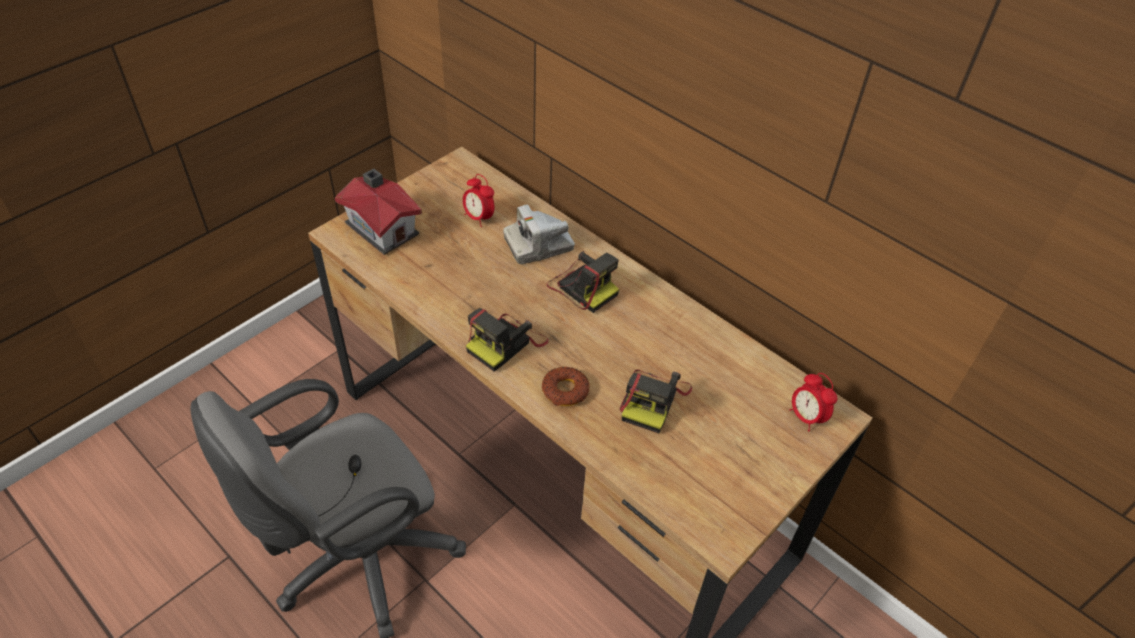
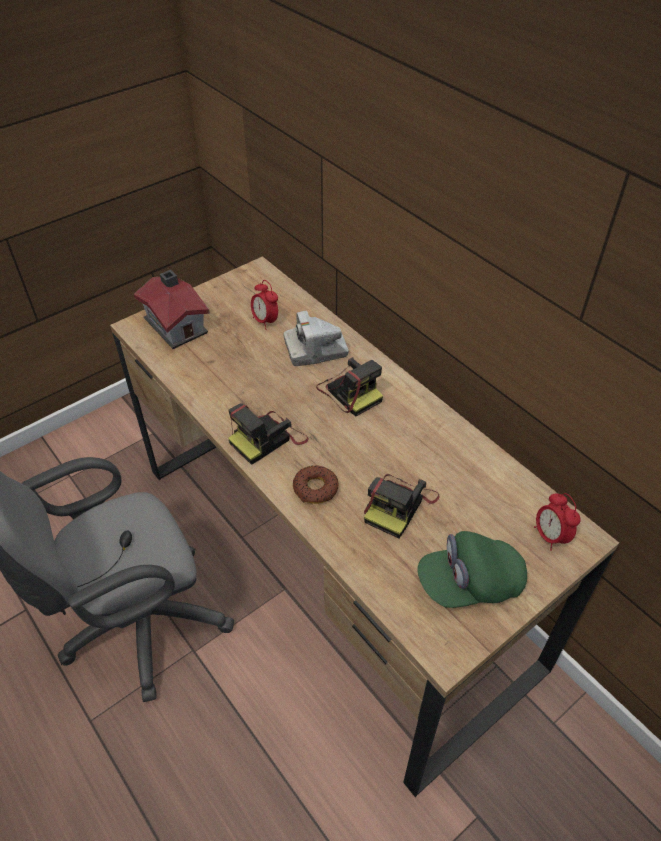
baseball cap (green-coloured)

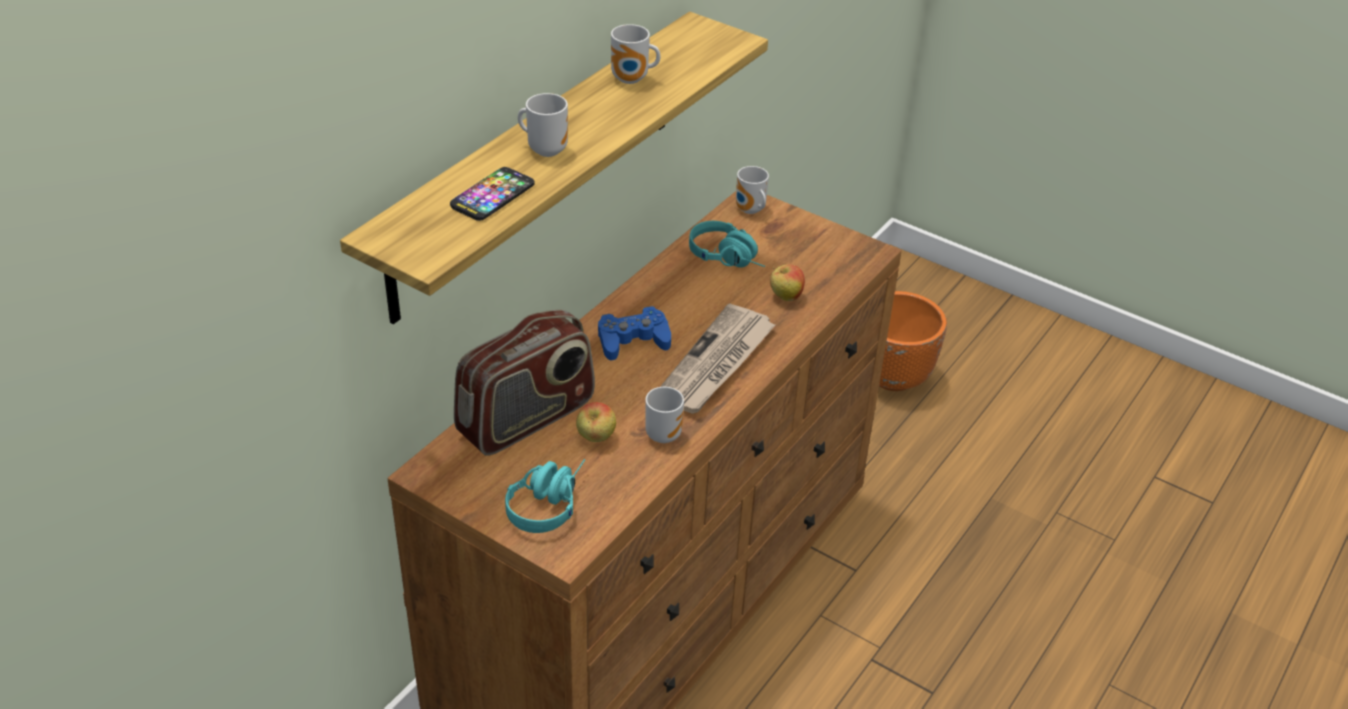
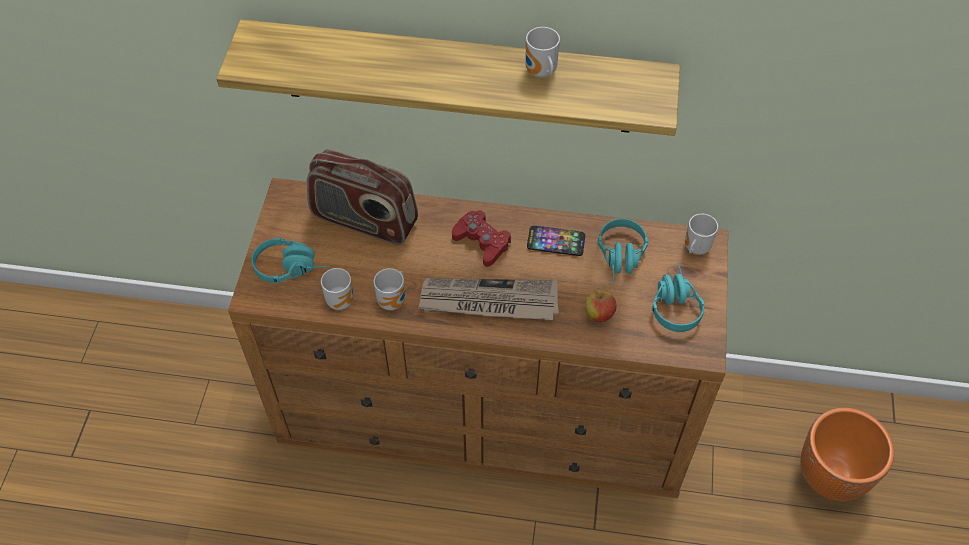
apple fruit (no. 1 from left in the first image)
headset (turquoise-coloured) (no. 3 from left)
handset
mug (no. 1 from left)
joypad (red-coloured)

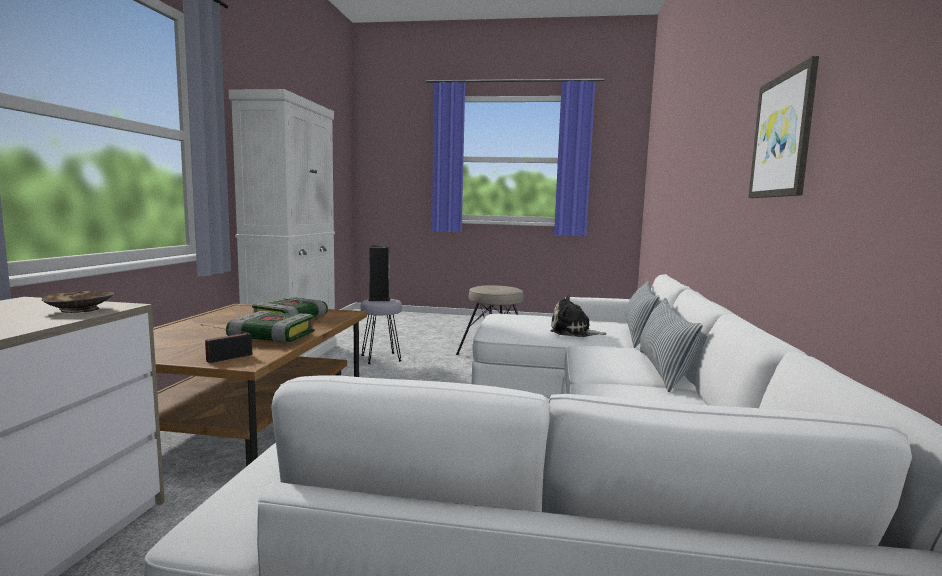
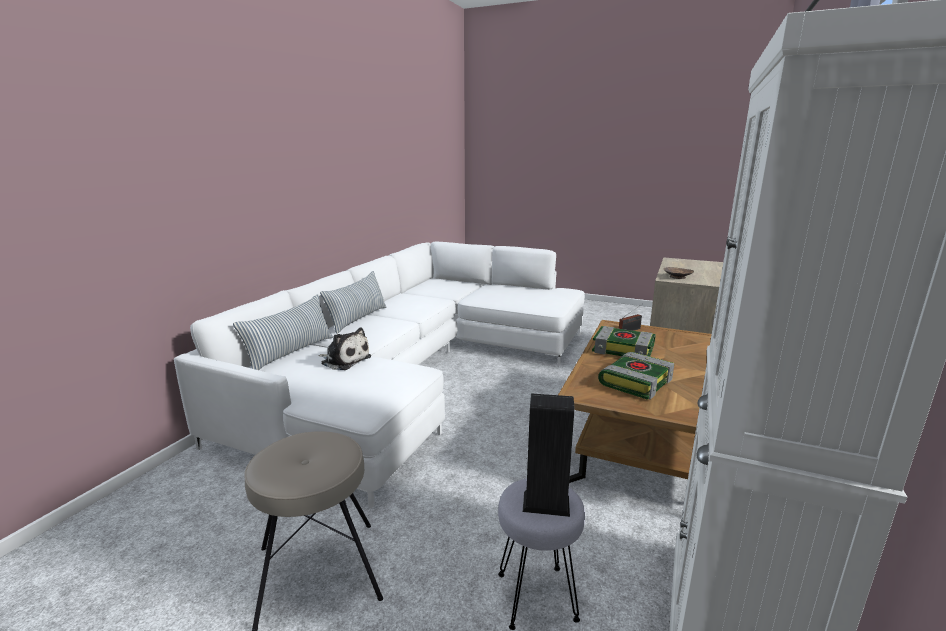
wall picture

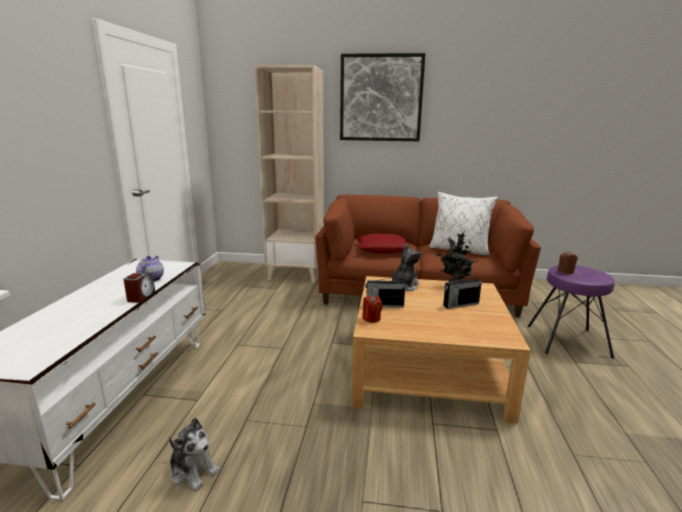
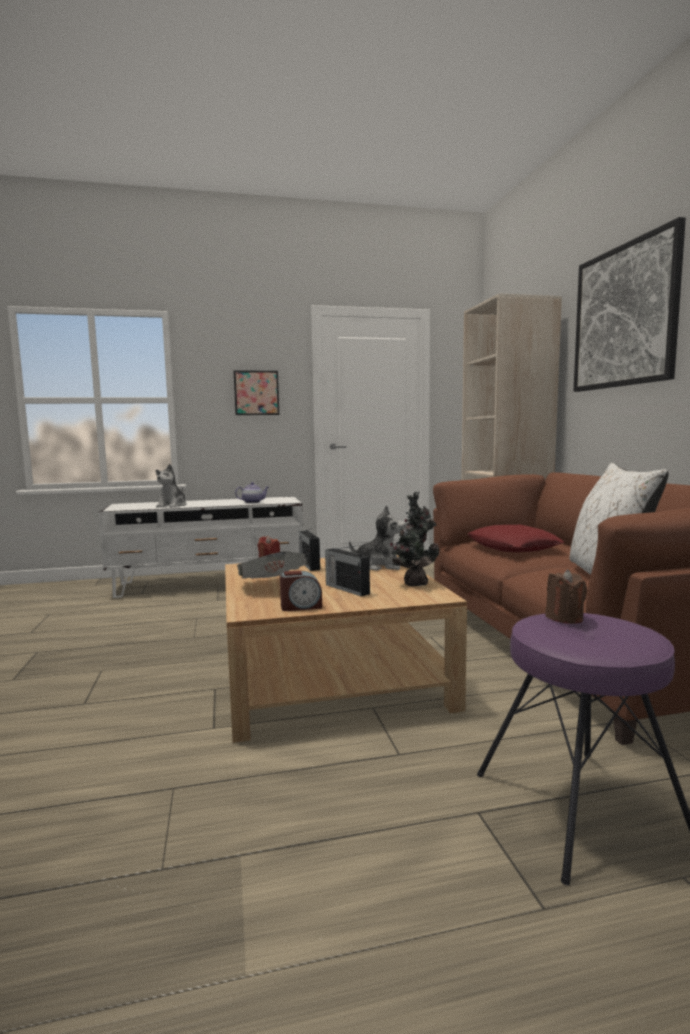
wall picture (no. 1 from left)
newspaper
table clock
cuddly toy (no. 1 from left)

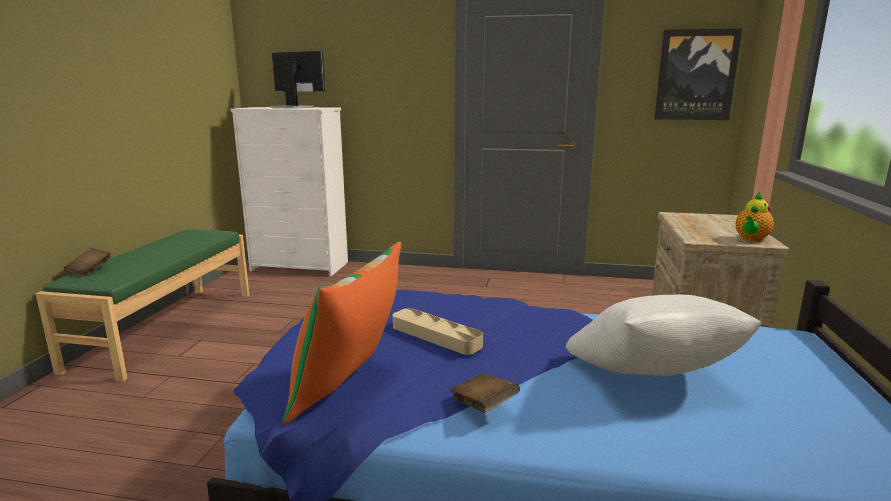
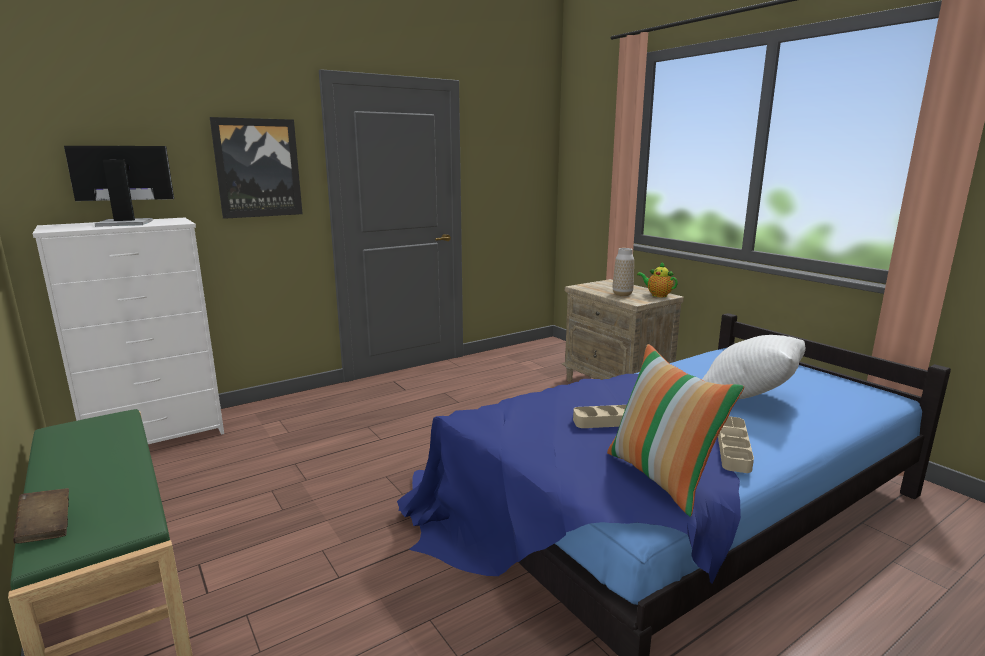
vase
wall picture
carrying tray (beige-coloured) (no. 2 from left)
tea pot

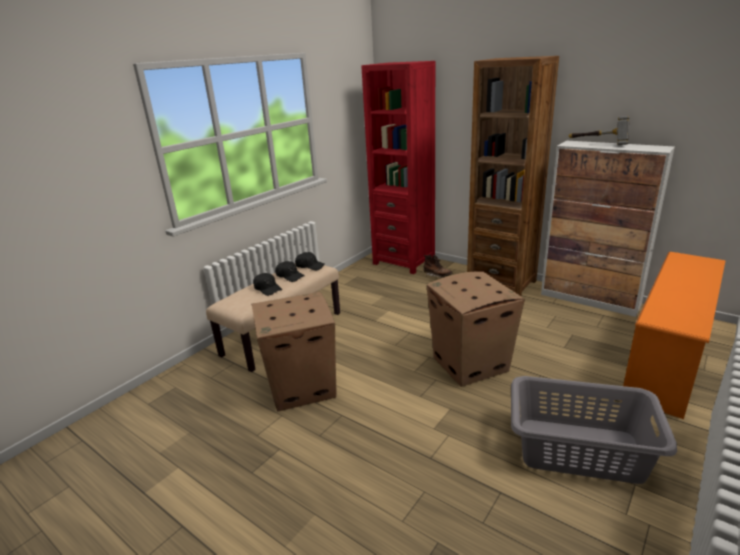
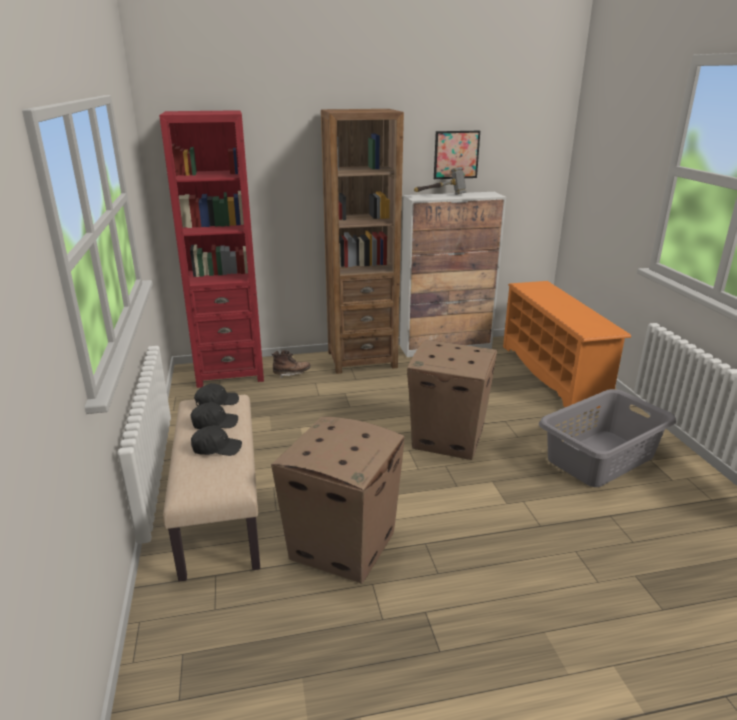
wall picture

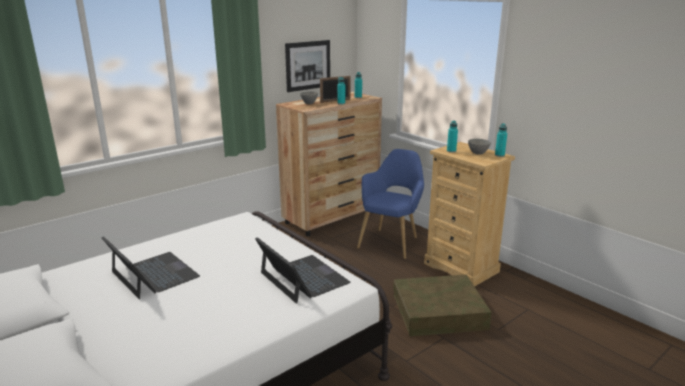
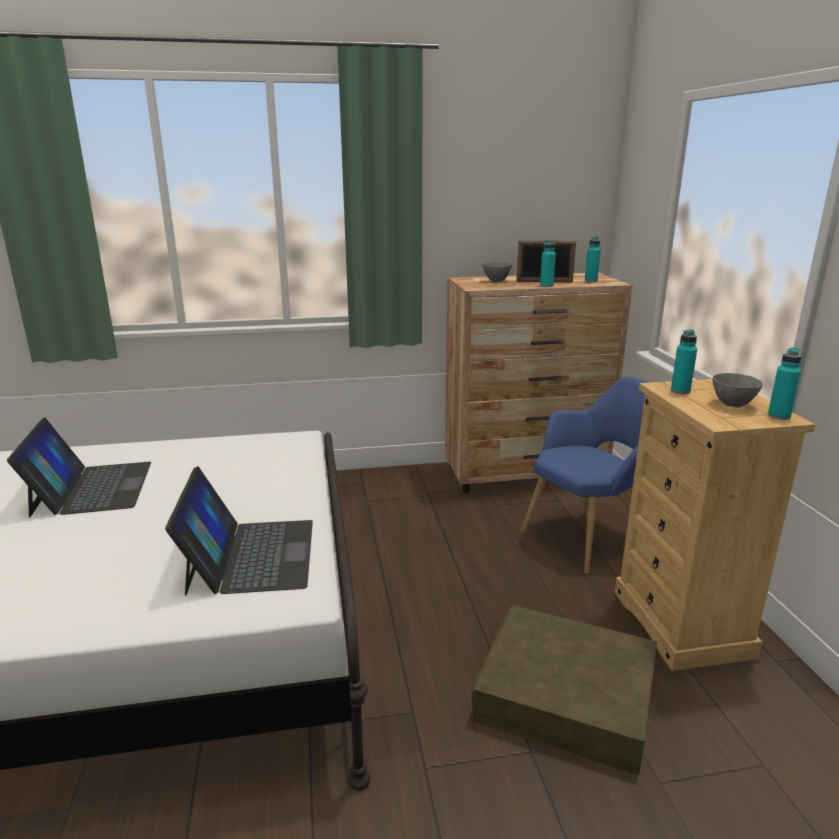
wall picture

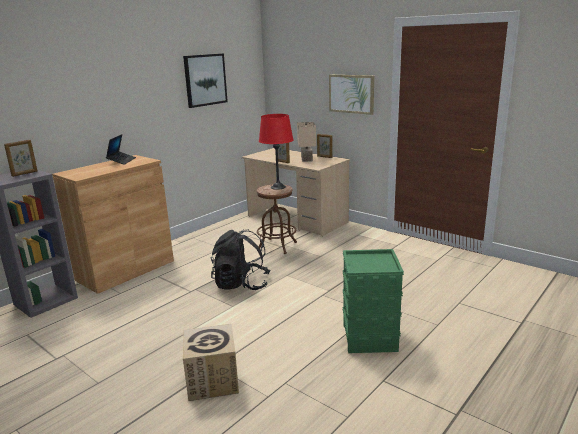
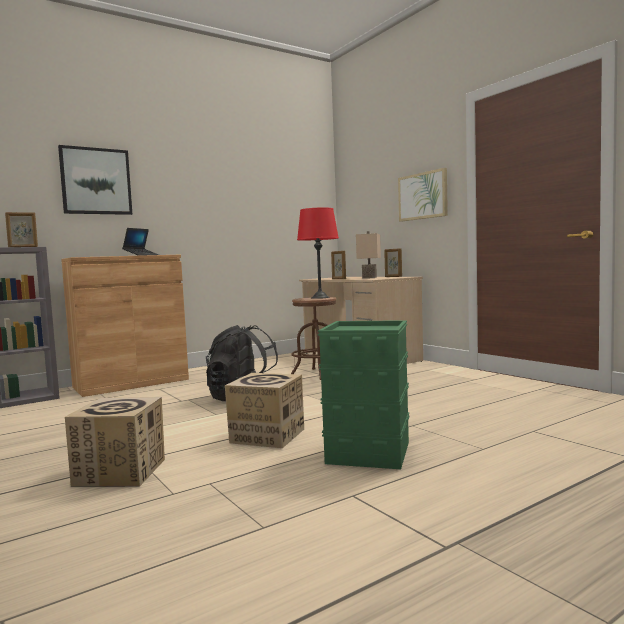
cardboard box (no. 2 from left)
wall picture (no. 1 from left)

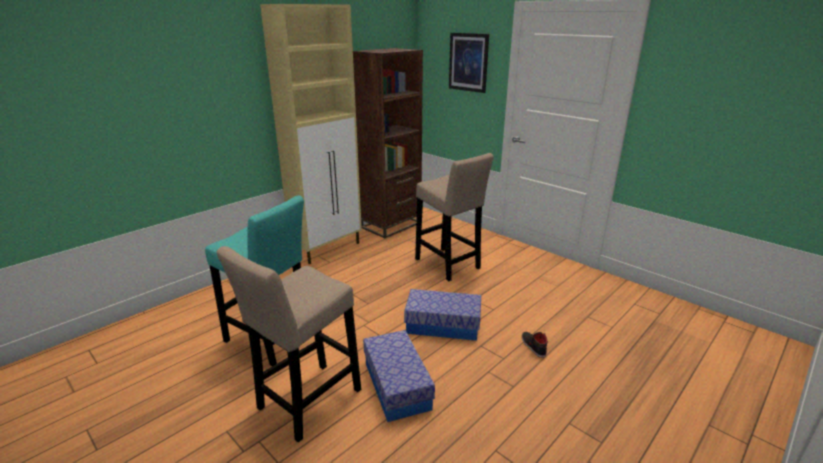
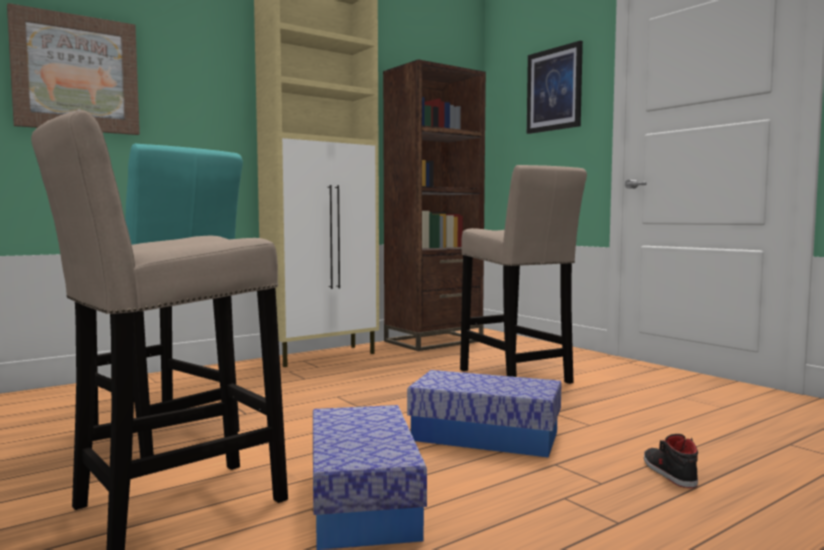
wall picture (no. 1 from left)

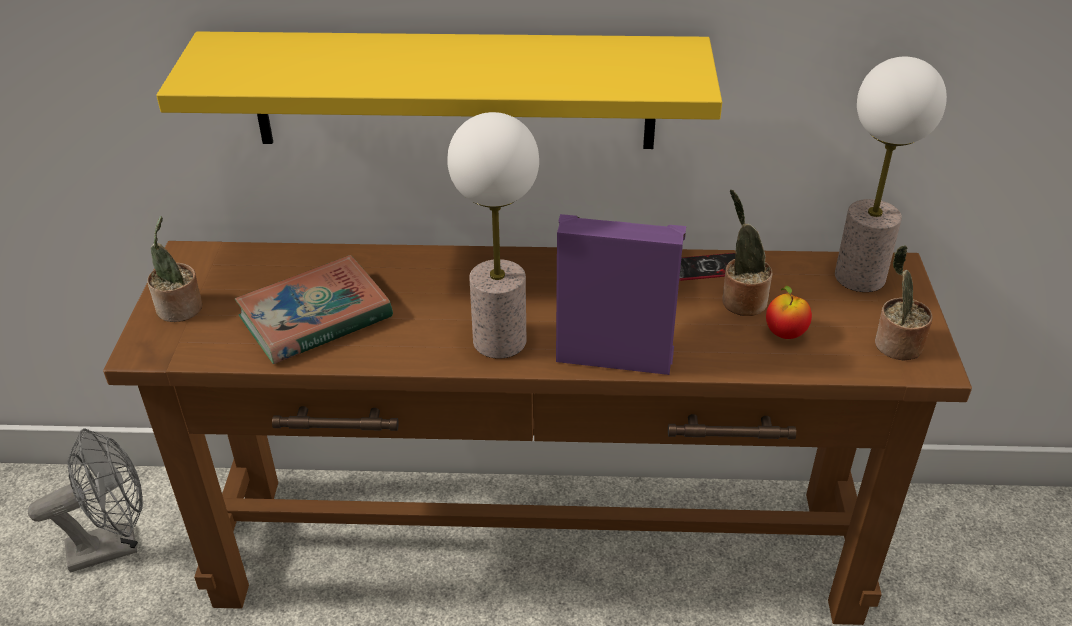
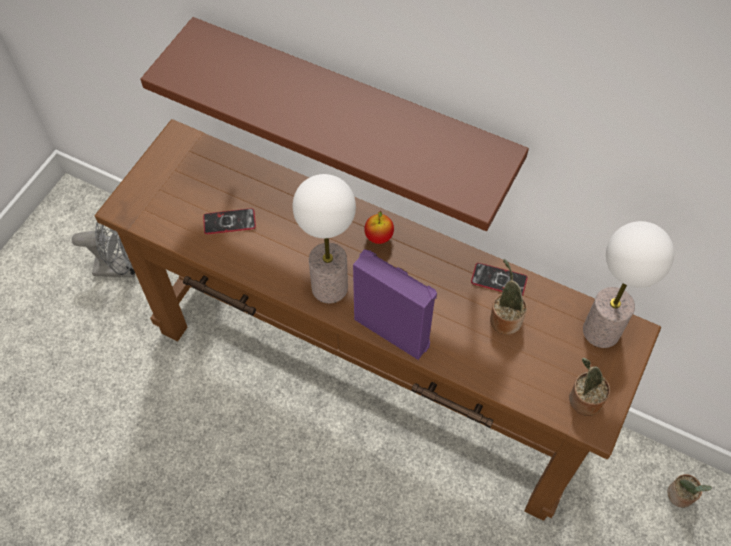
houseplant (no. 3 from left)
apple fruit
handset (no. 1 from left)
wall shelf (brownish)

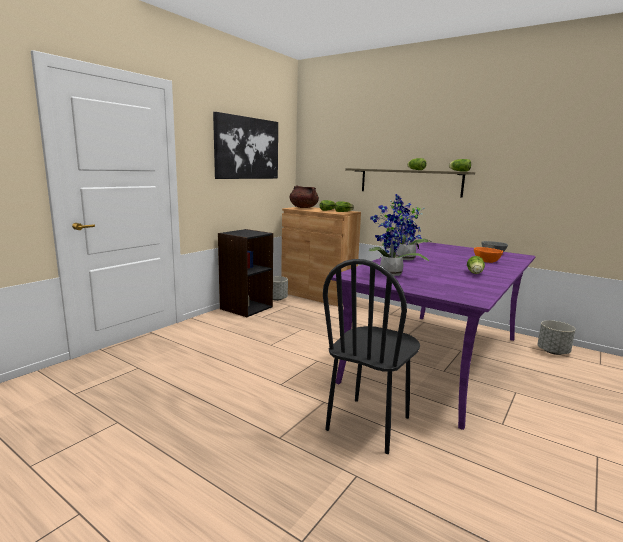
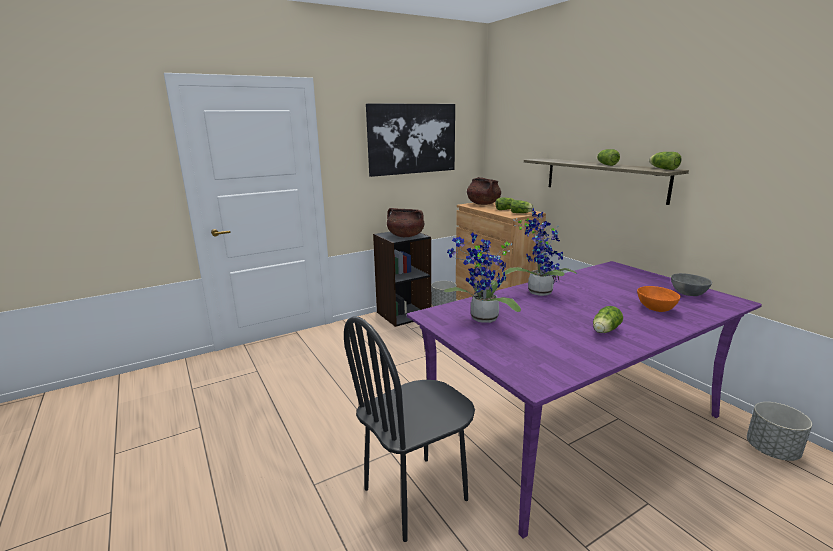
saucepot (brownish) (no. 1 from left)

